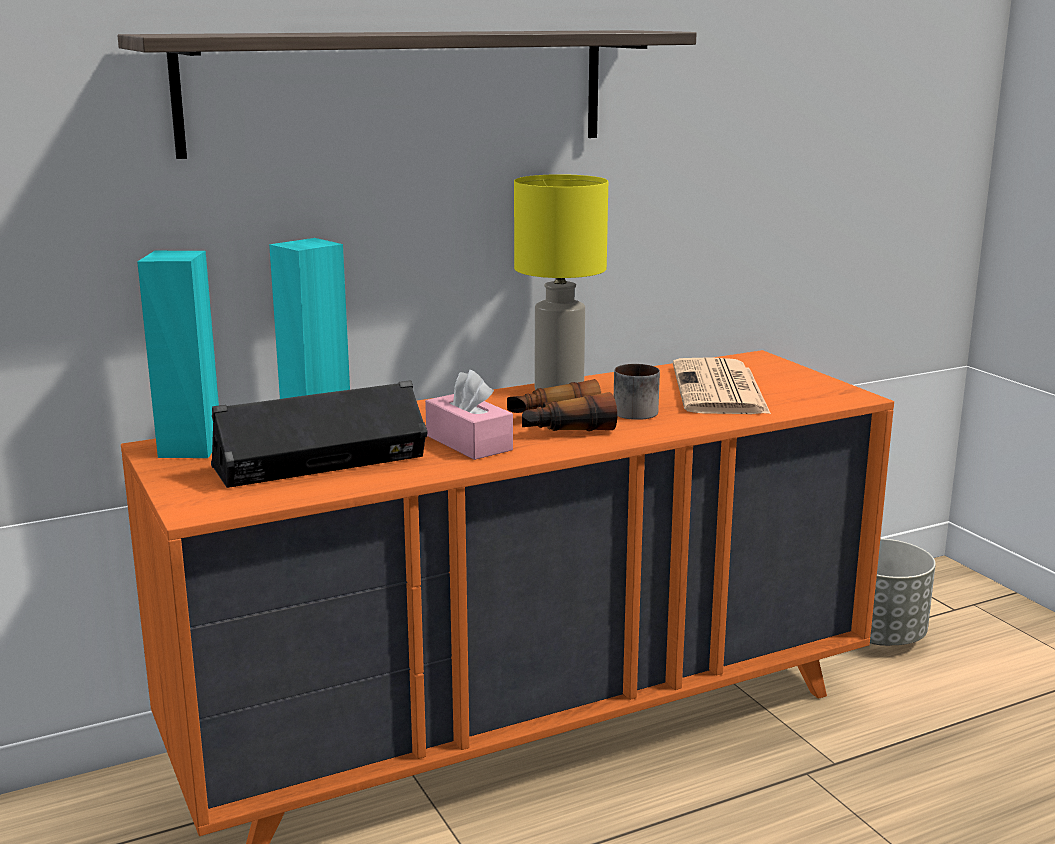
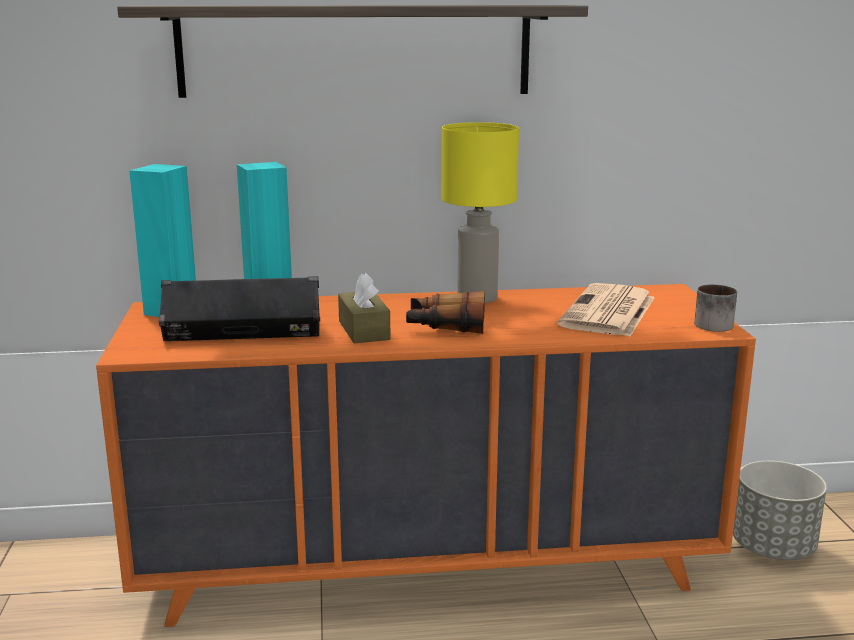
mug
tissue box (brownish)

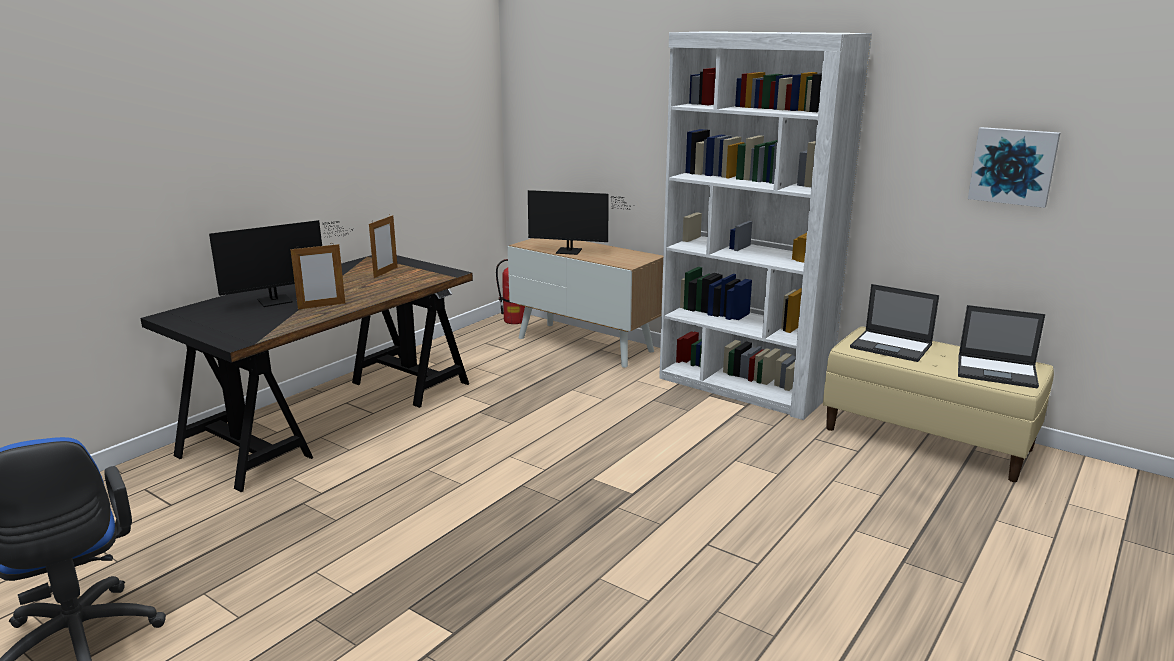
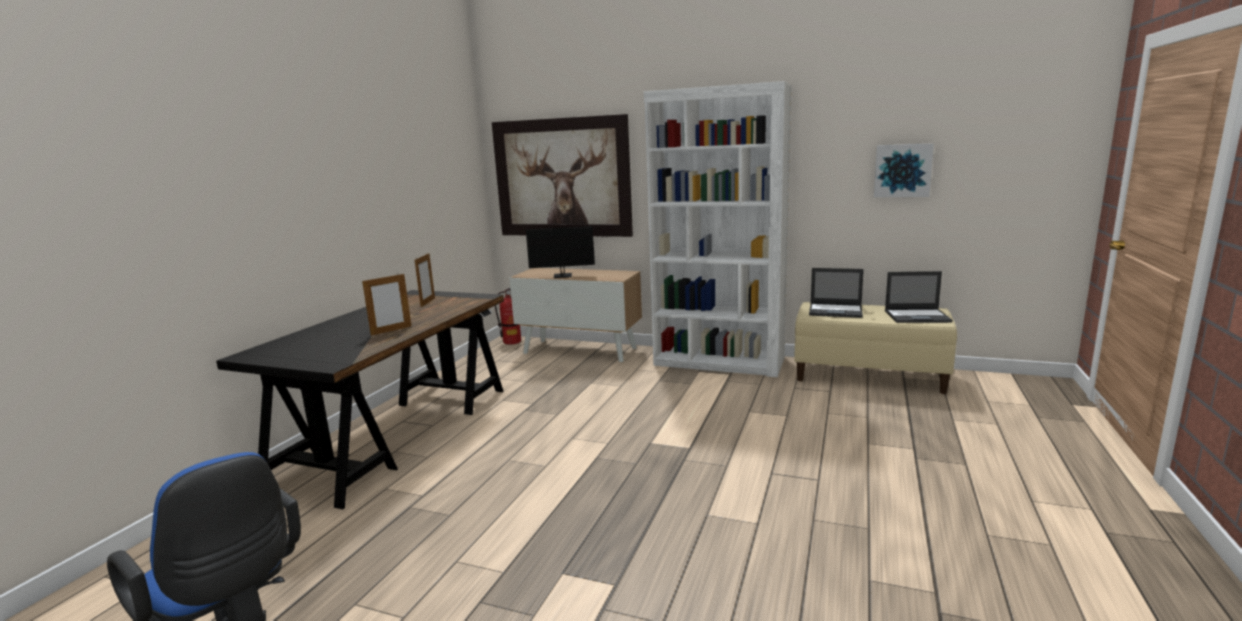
computer display (no. 1 from left in the first image)
wall picture (no. 1 from left)

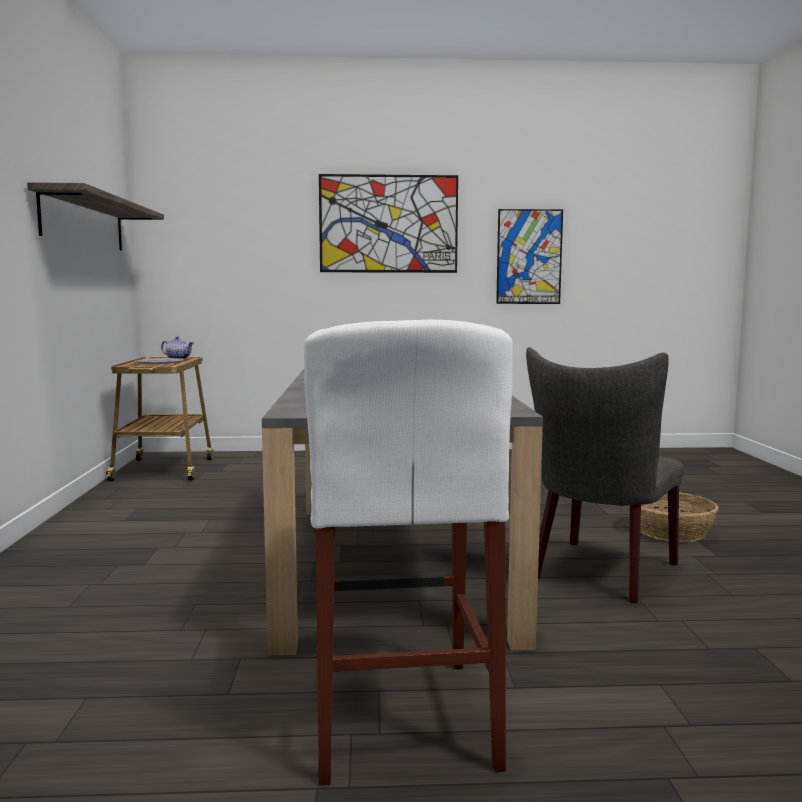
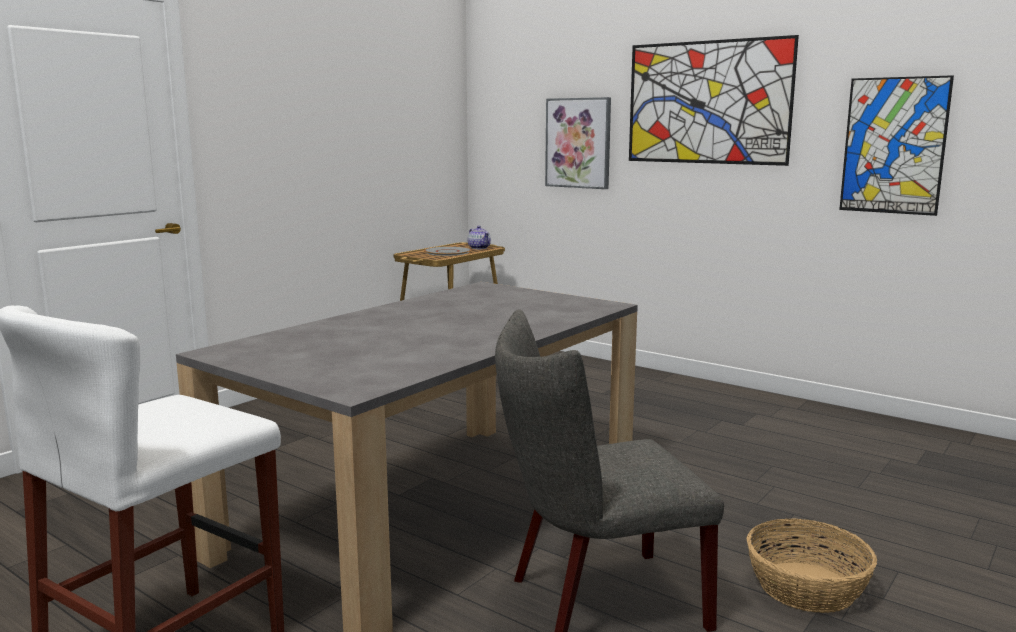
wall shelf
wall picture (no. 1 from left)

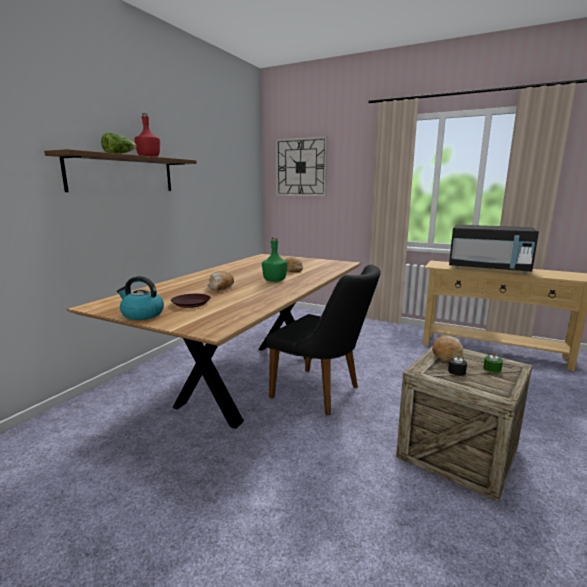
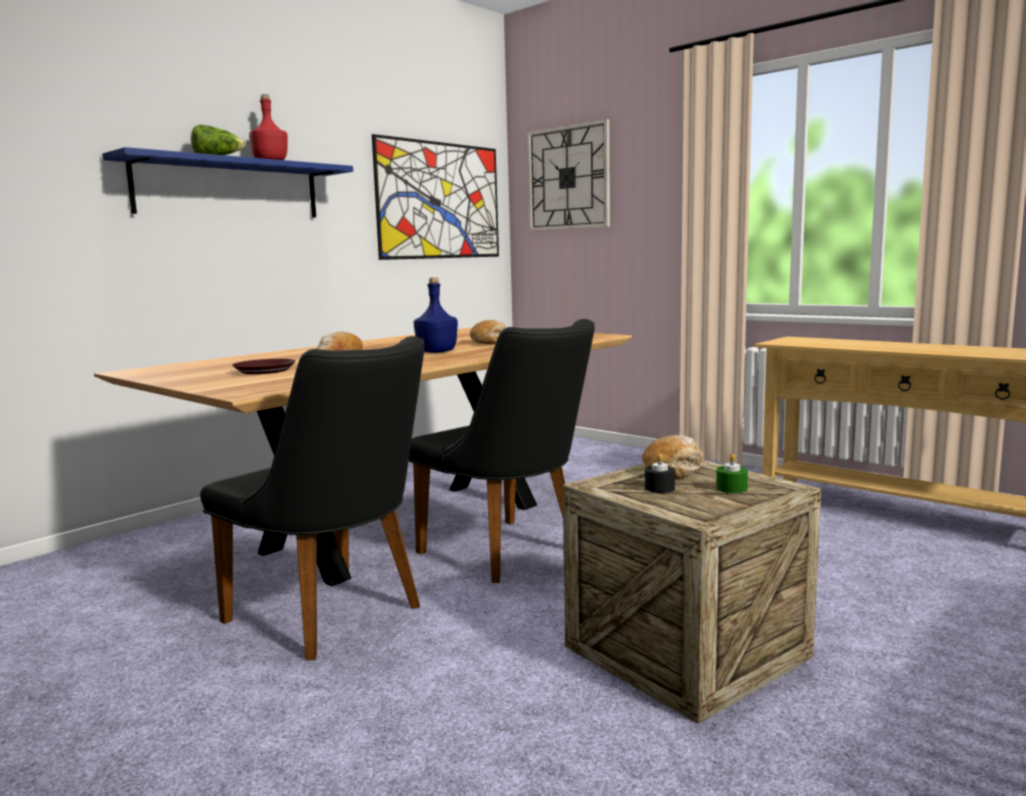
kettle
microwave oven (black)
upright chair (black) (no. 1 from left)
wall picture
wall shelf (blue-coloured)
beverage bottle (blue-coloured)

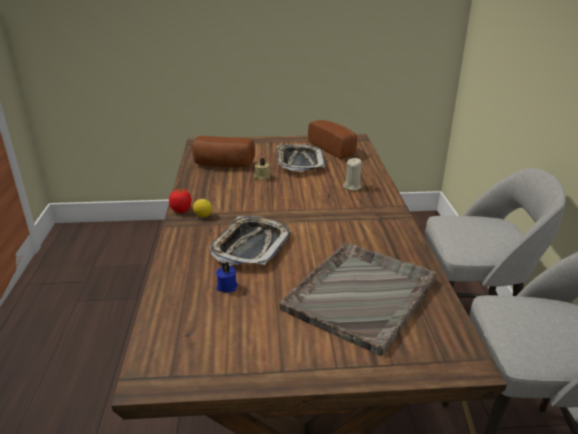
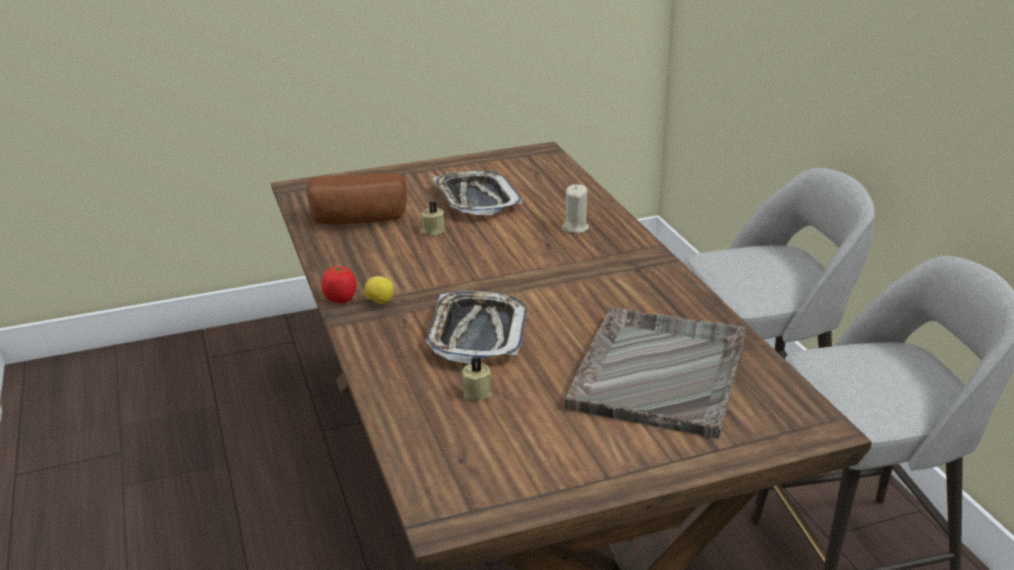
bakery bread (no. 2 from left in the first image)
candle (beige-coloured) (no. 2 from left)

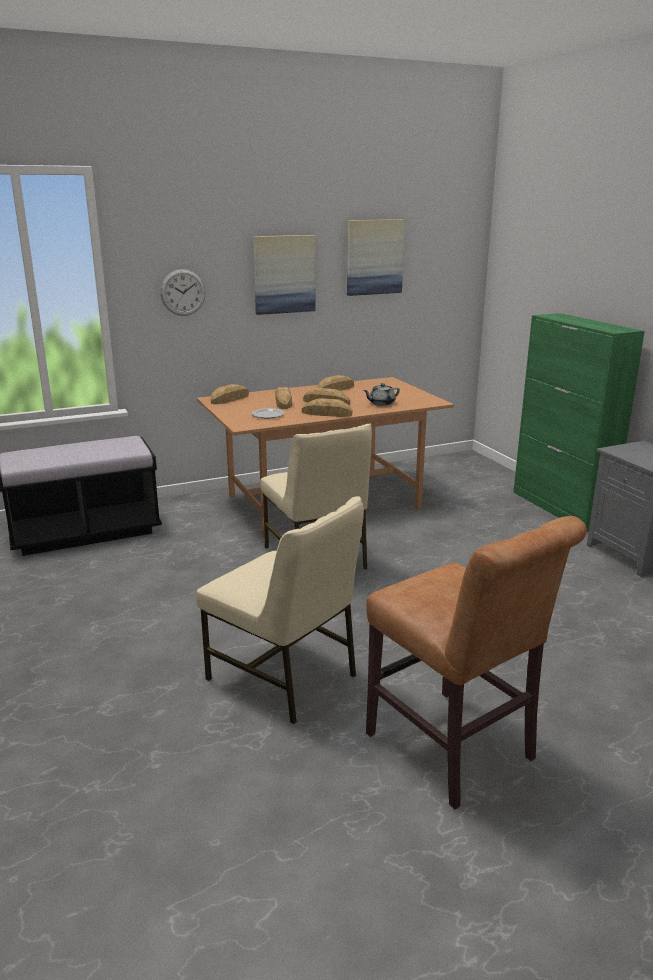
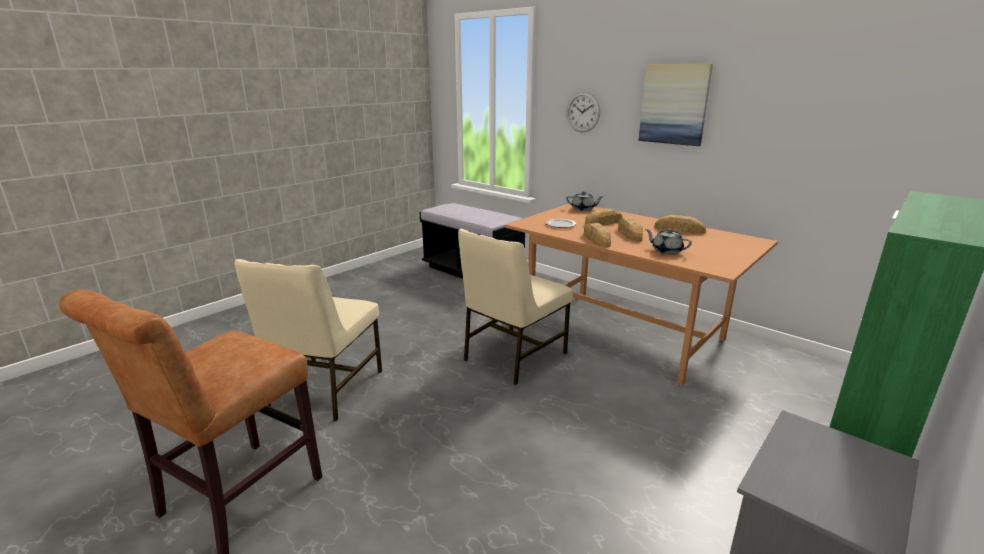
wall picture (no. 2 from left in the first image)
tea pot (gray) (no. 1 from left)

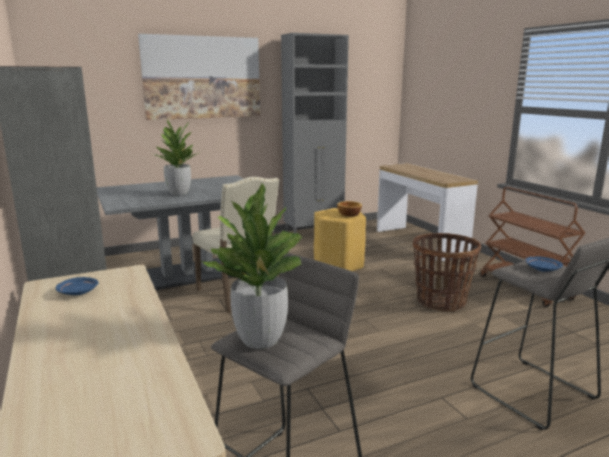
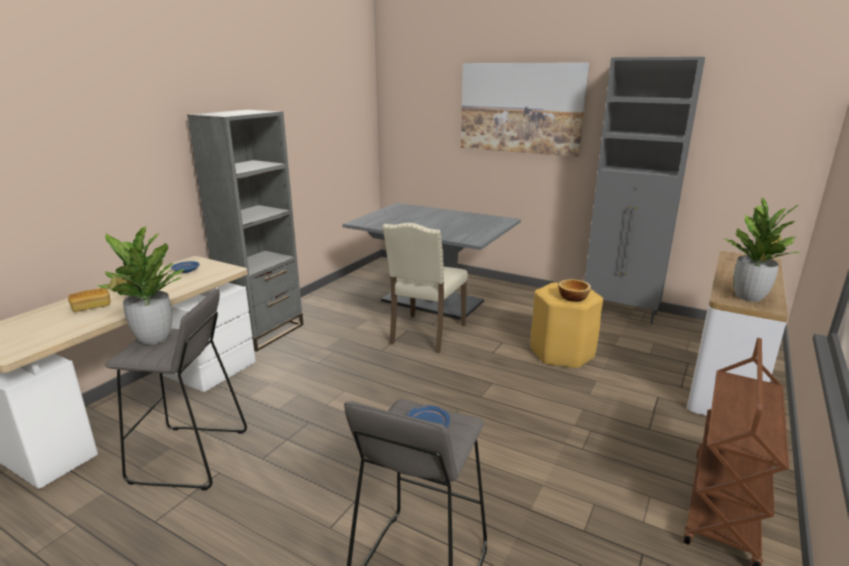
storage basket
bakery bread
houseplant (no. 2 from left)

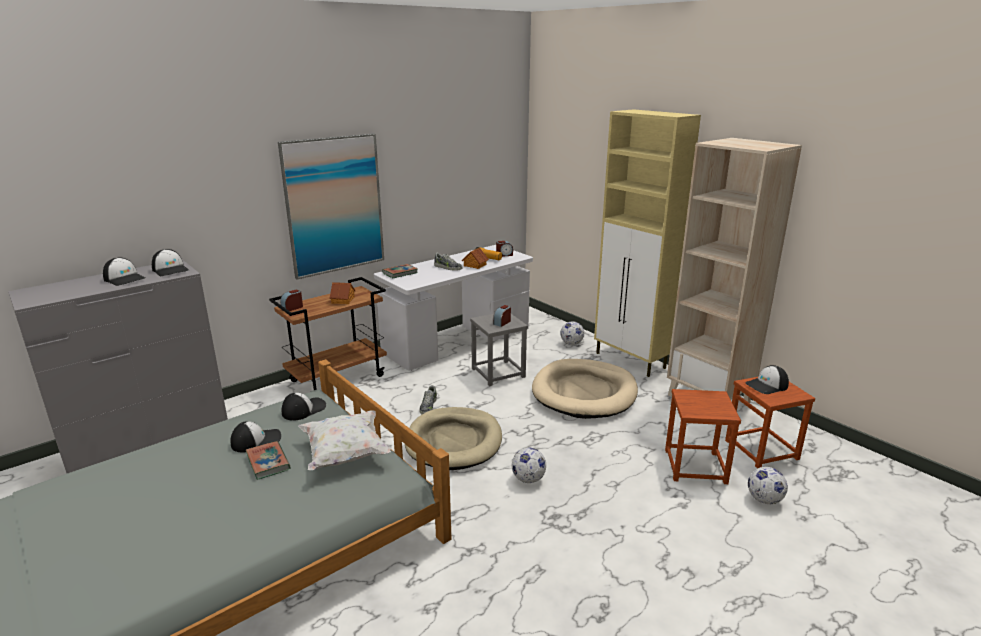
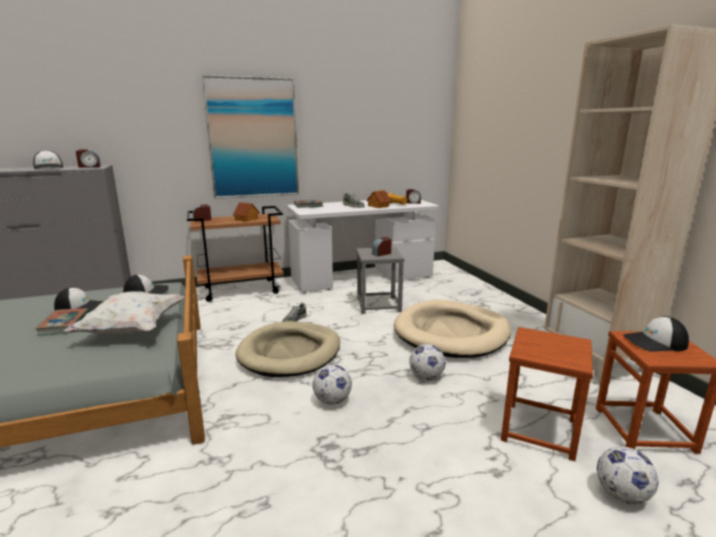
cupboard (beige-coloured)
ball for football (no. 2 from left)
table clock (no. 1 from left)

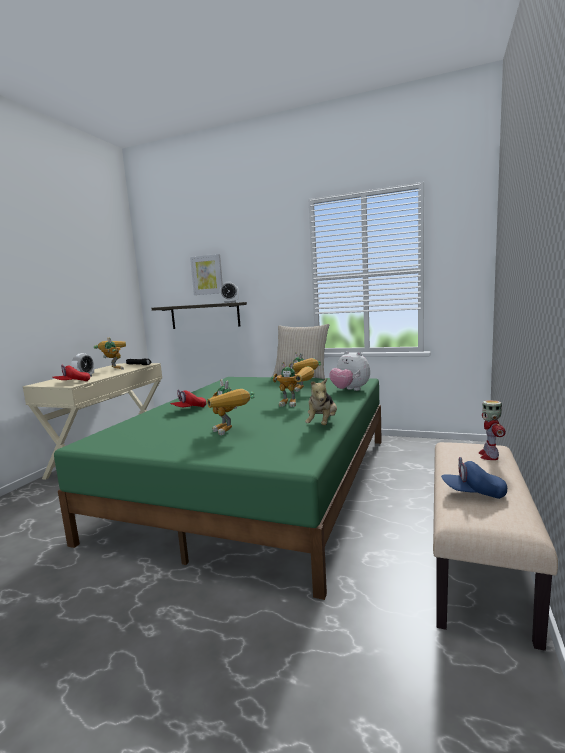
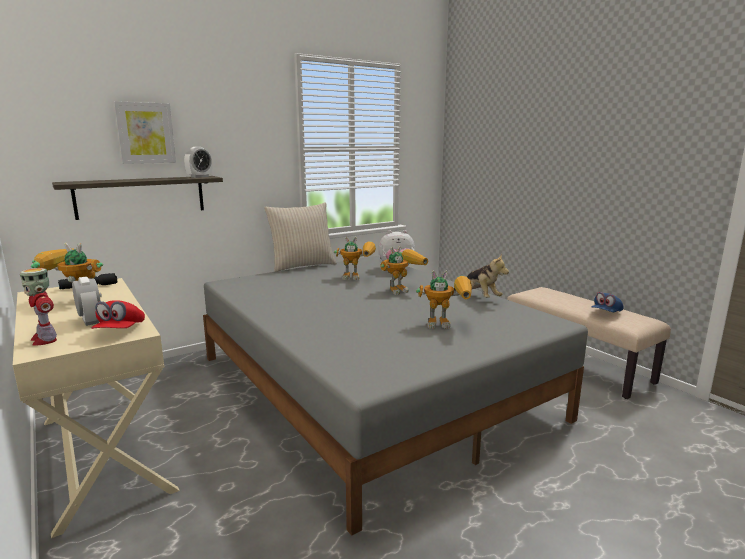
baseball cap (red-coloured) (no. 2 from left in the first image)
model robot (no. 1 from left)
bedroom bed (gray)

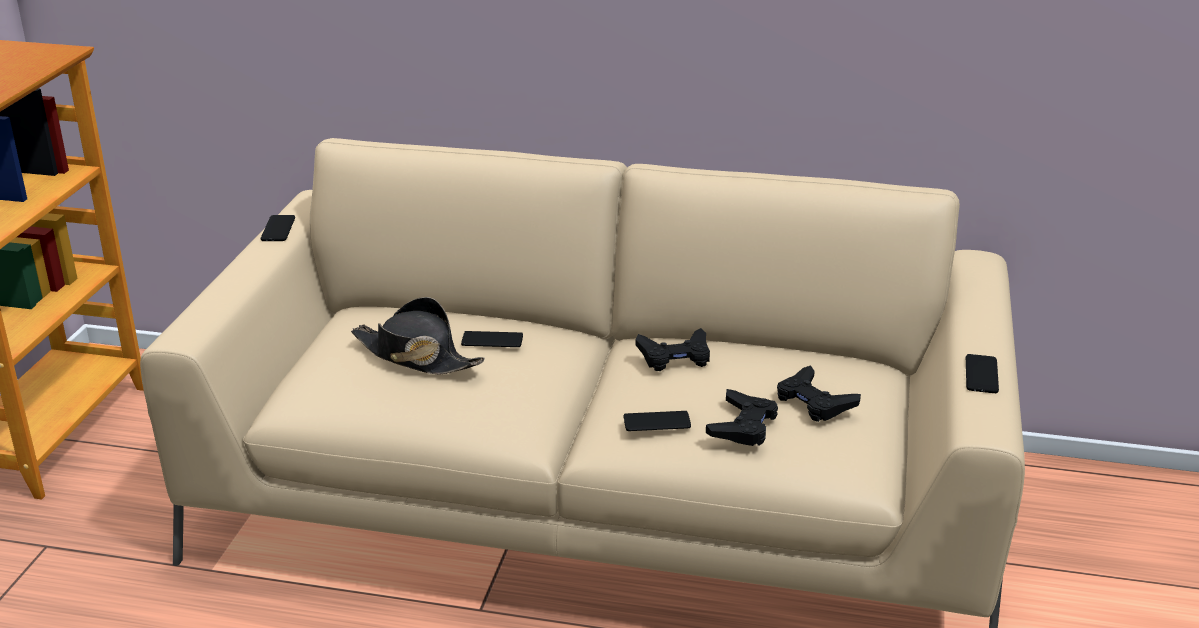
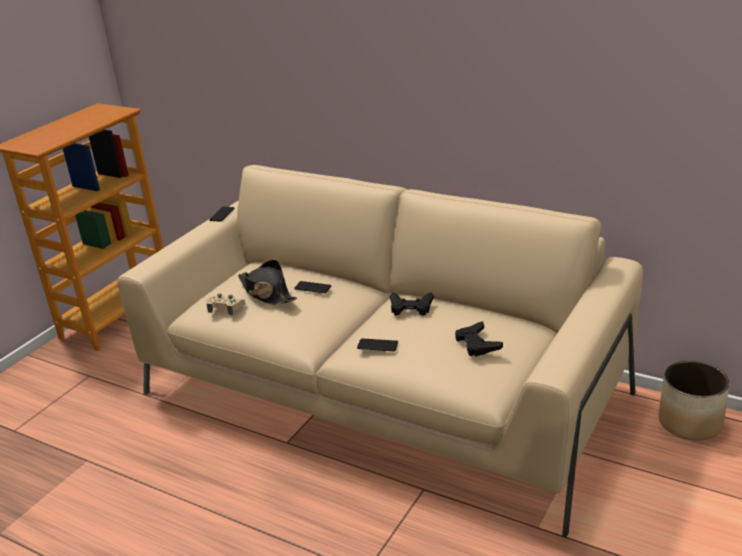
joypad (black) (no. 2 from left in the first image)
handset (no. 4 from left in the first image)
joypad (beige-coloured)
planter

